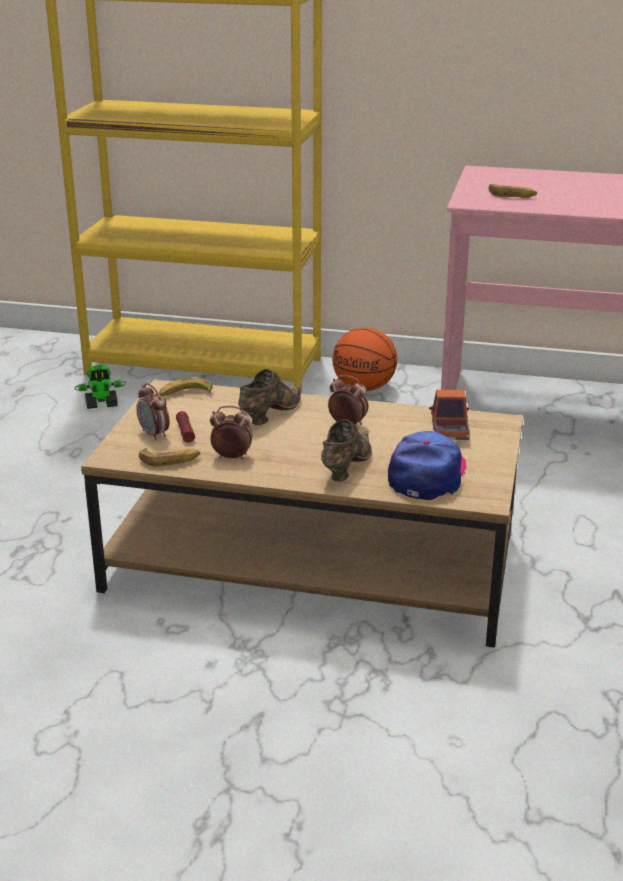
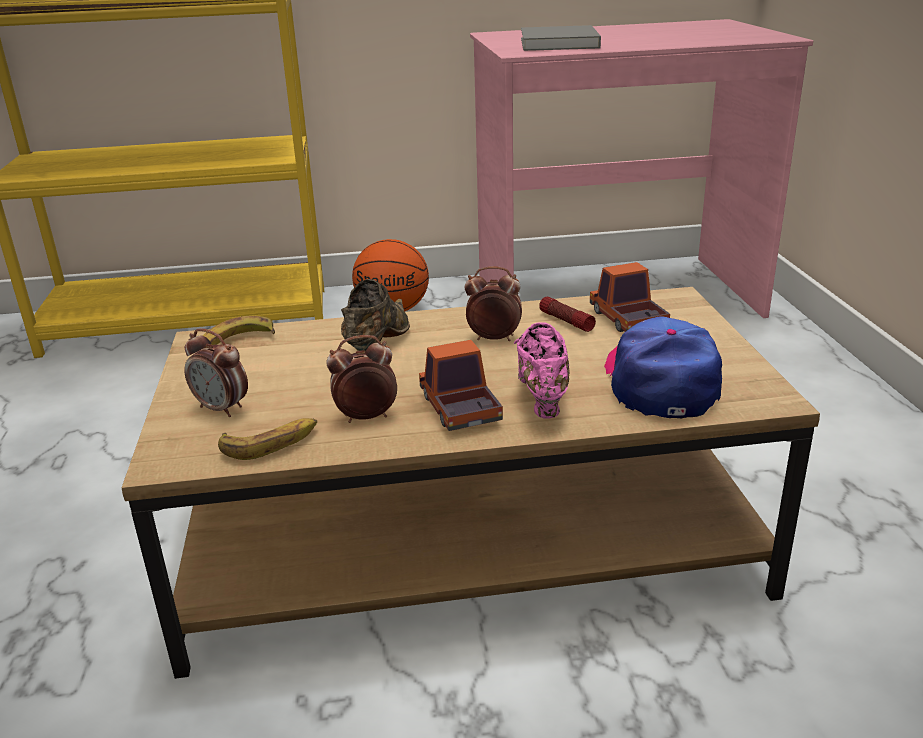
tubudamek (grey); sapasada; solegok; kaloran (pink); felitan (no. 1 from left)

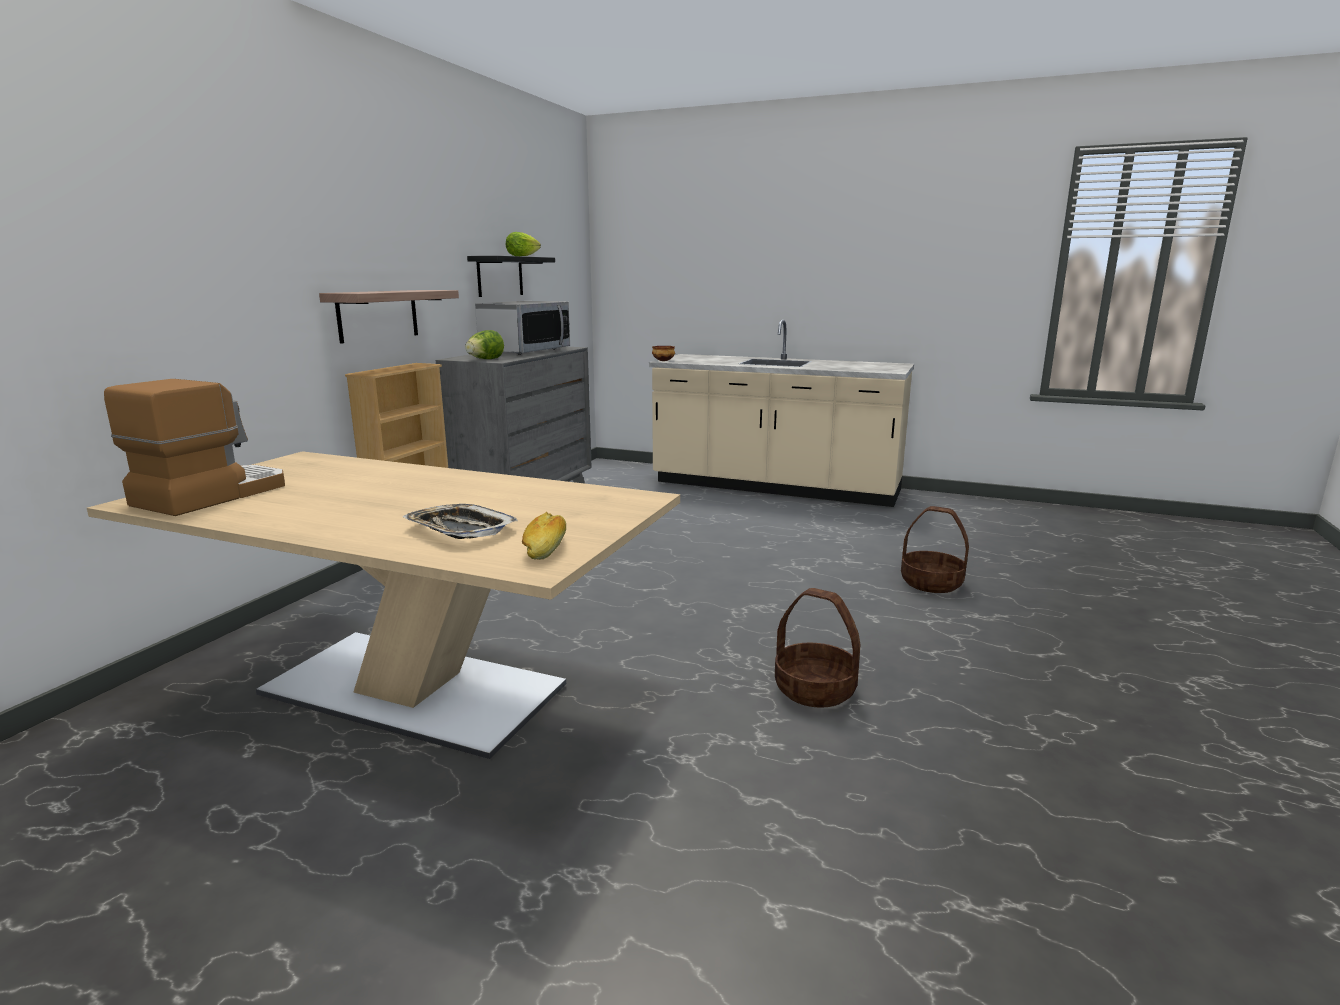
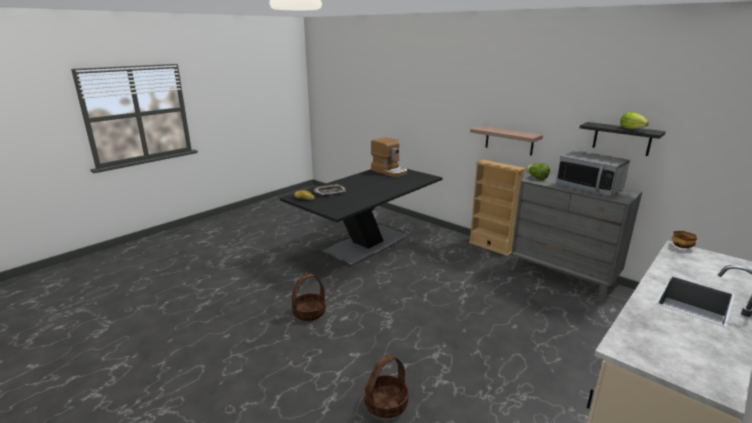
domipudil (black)

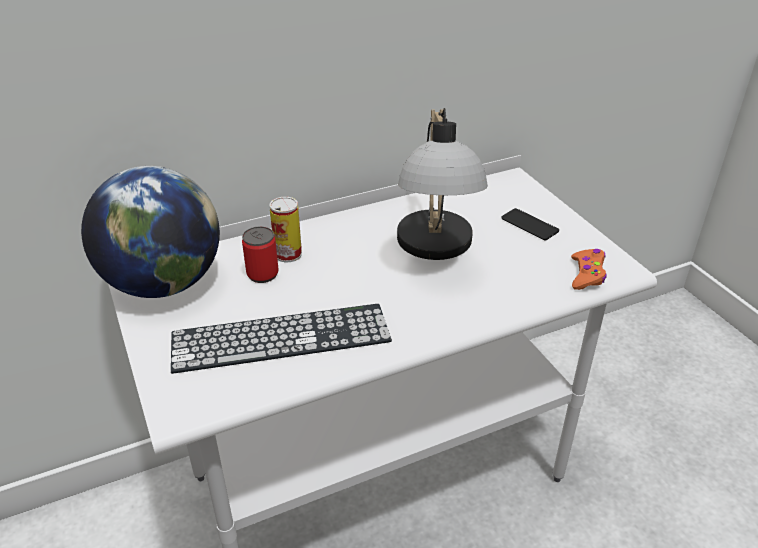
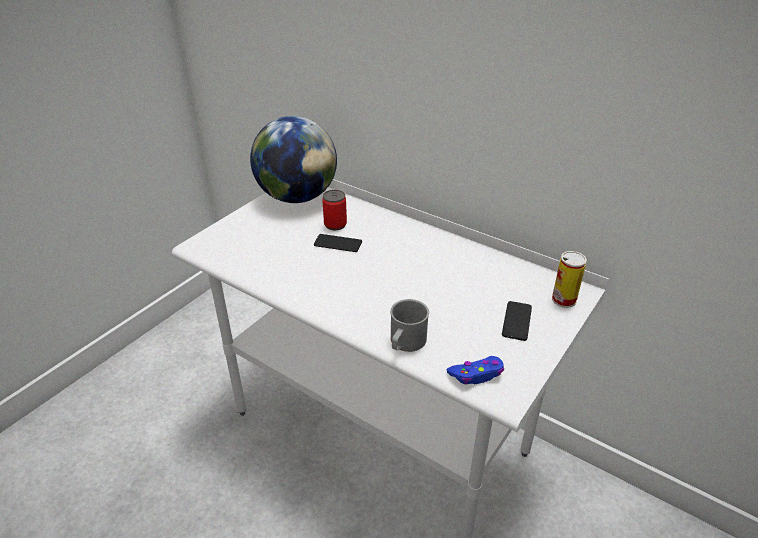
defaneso; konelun (no. 2 from left); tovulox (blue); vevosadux; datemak (no. 1 from left); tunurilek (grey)

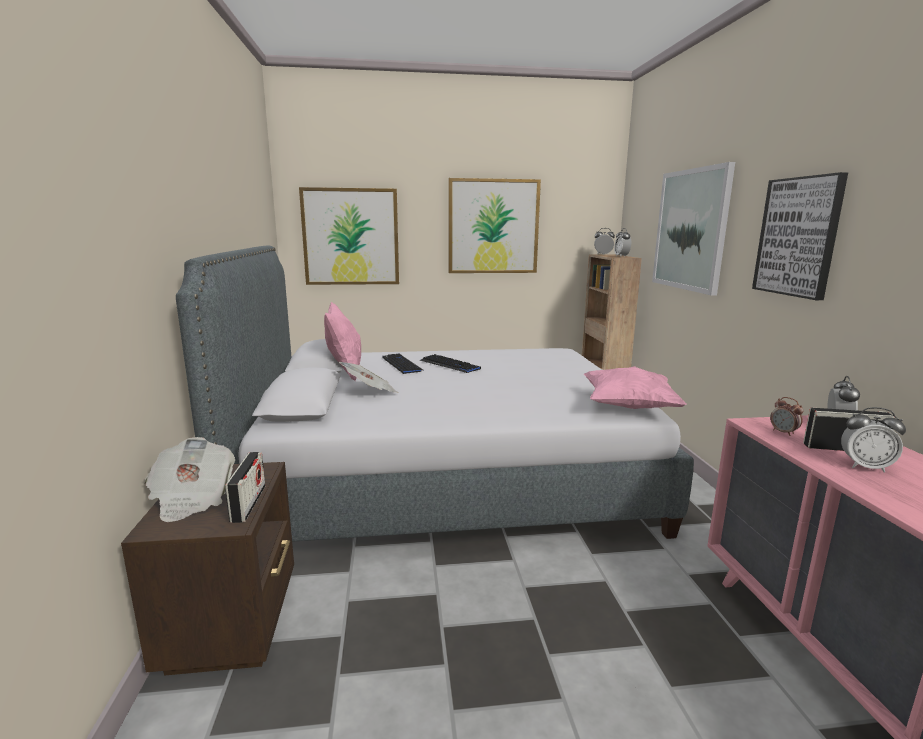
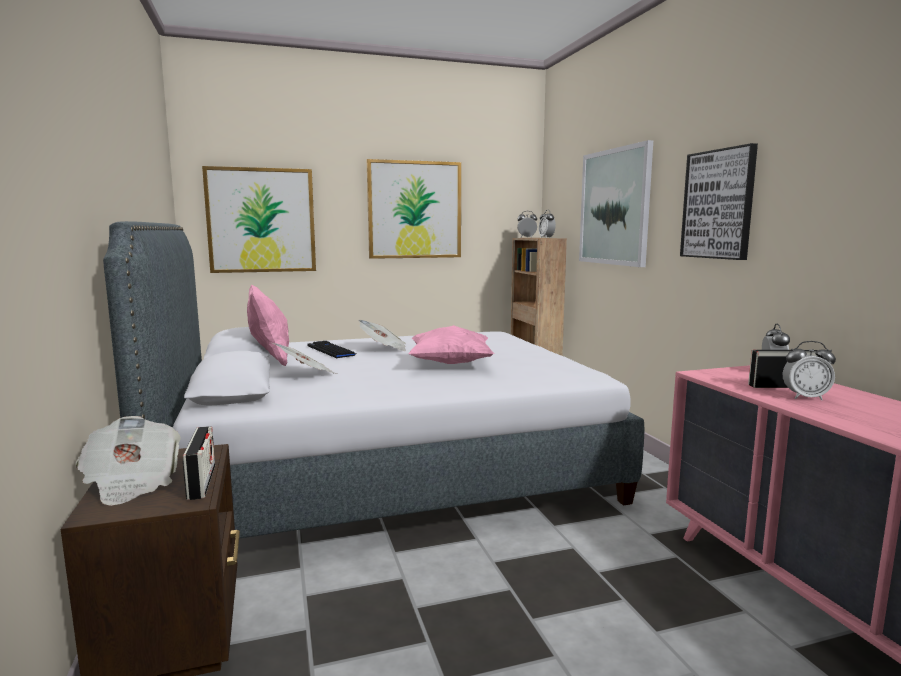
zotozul (no. 3 from left); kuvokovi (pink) (no. 2 from left); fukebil (no. 3 from left in the first image)

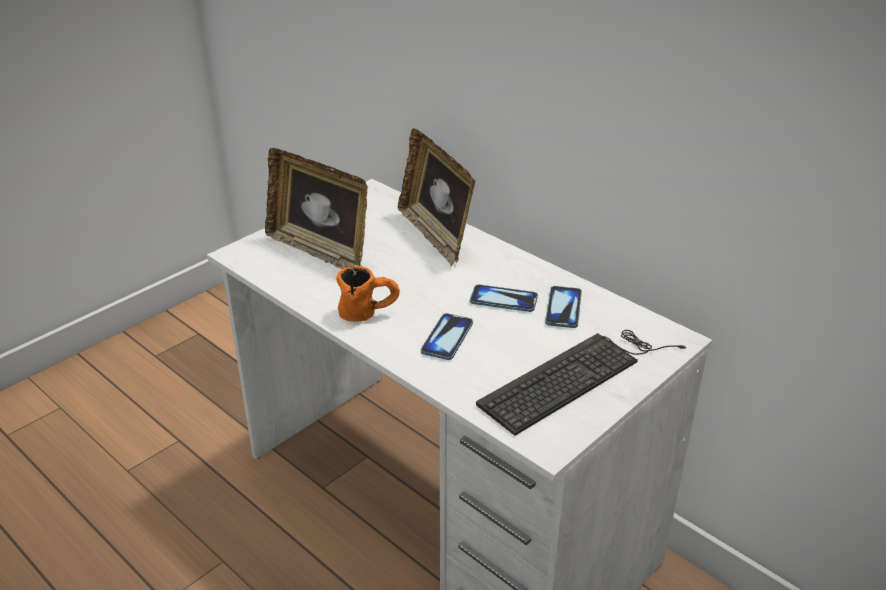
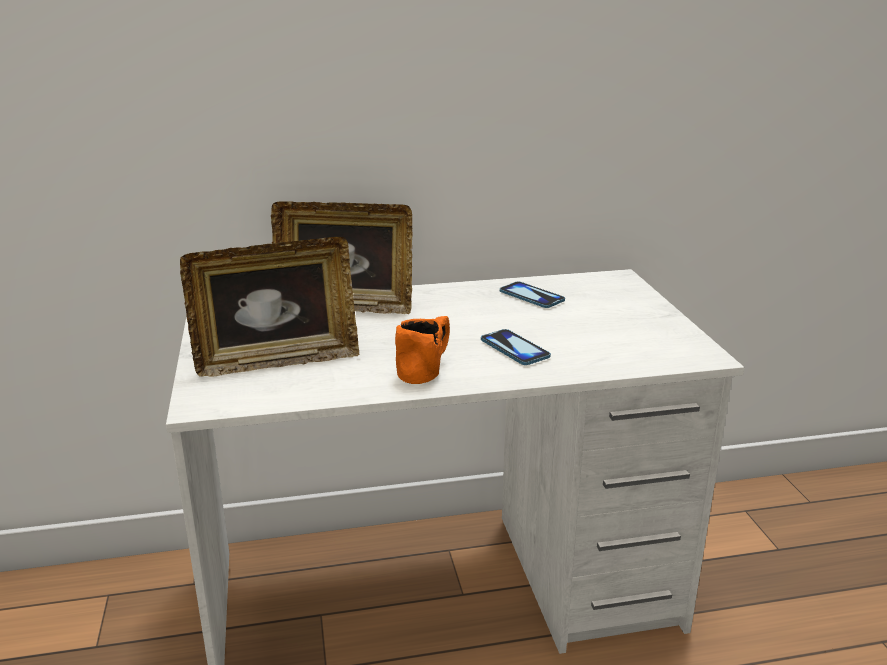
datemak (no. 2 from left in the first image); vevosadux

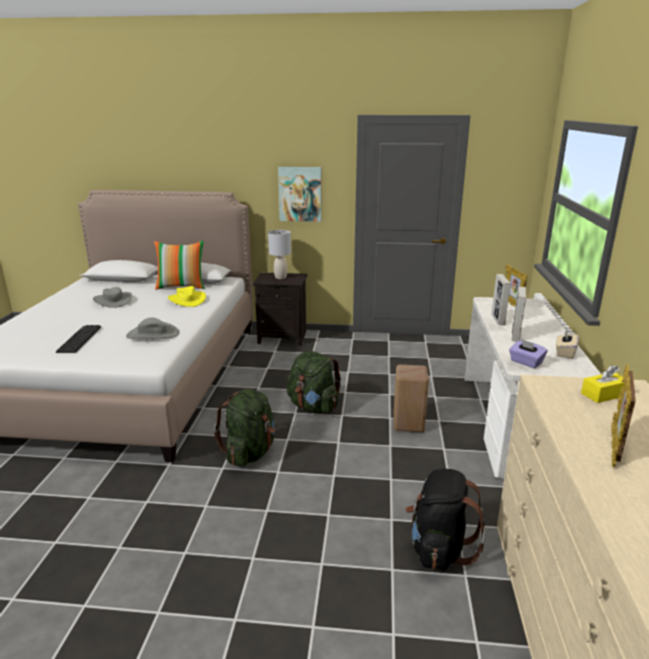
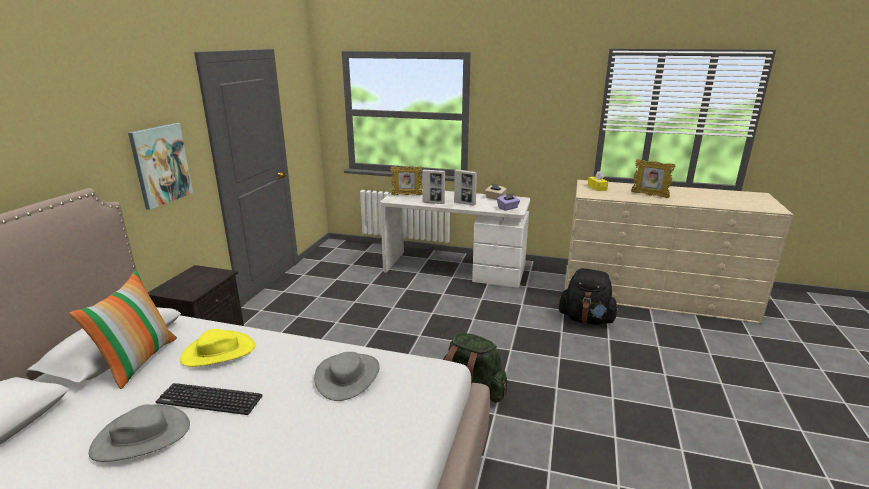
defaneso (grey); vevosadux; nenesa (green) (no. 2 from left in the first image); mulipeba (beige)

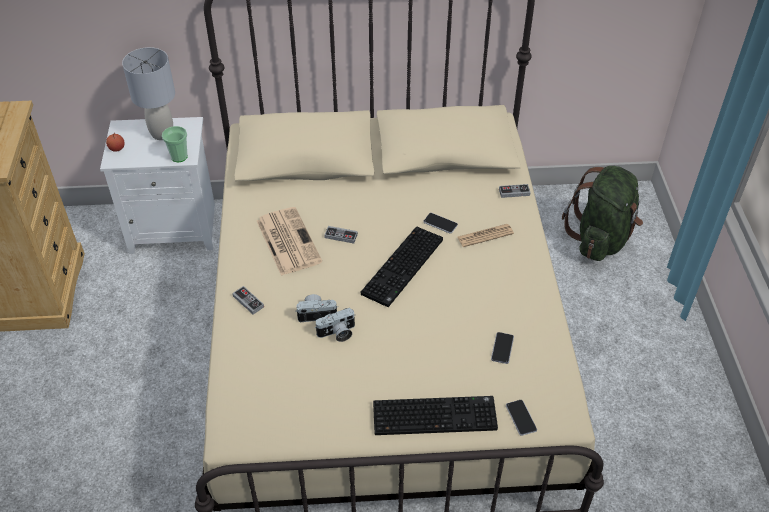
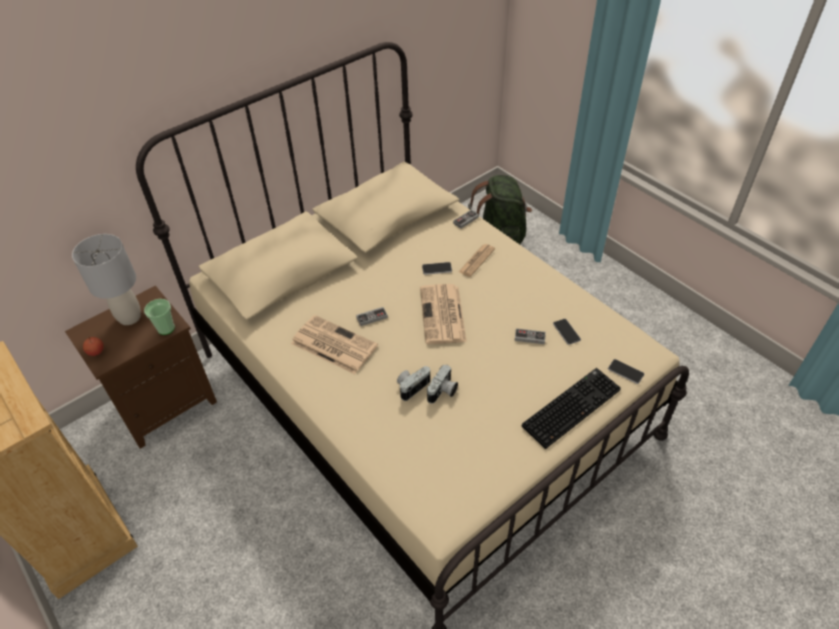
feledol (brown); zotozul (no. 2 from left); tovulox (no. 3 from left)

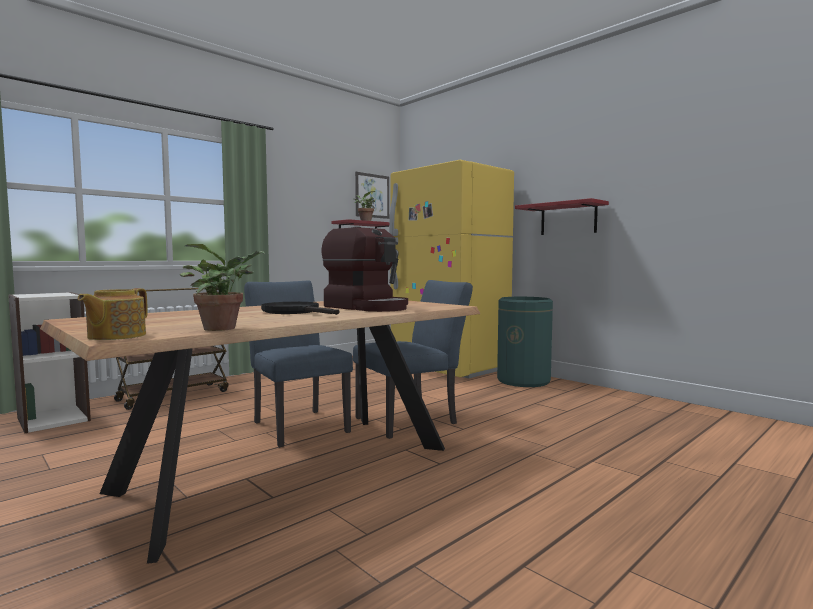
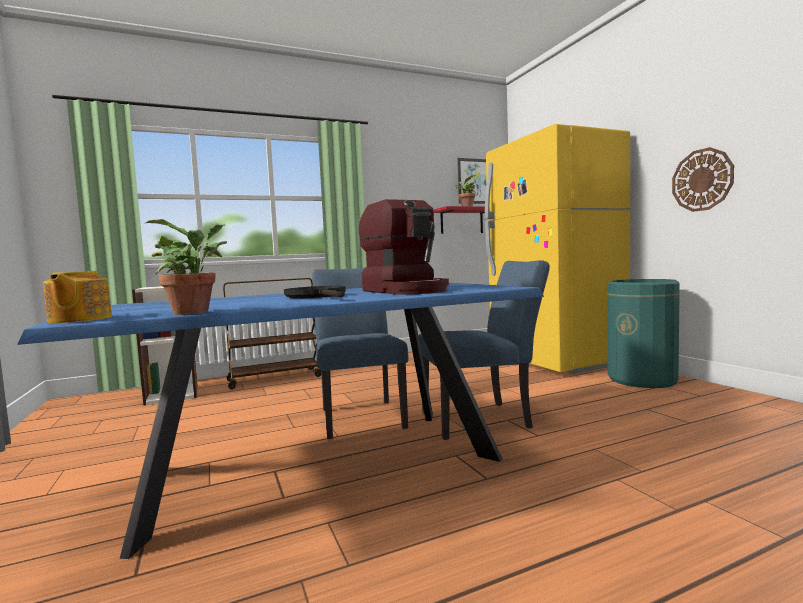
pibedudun; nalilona; domipudil (blue)

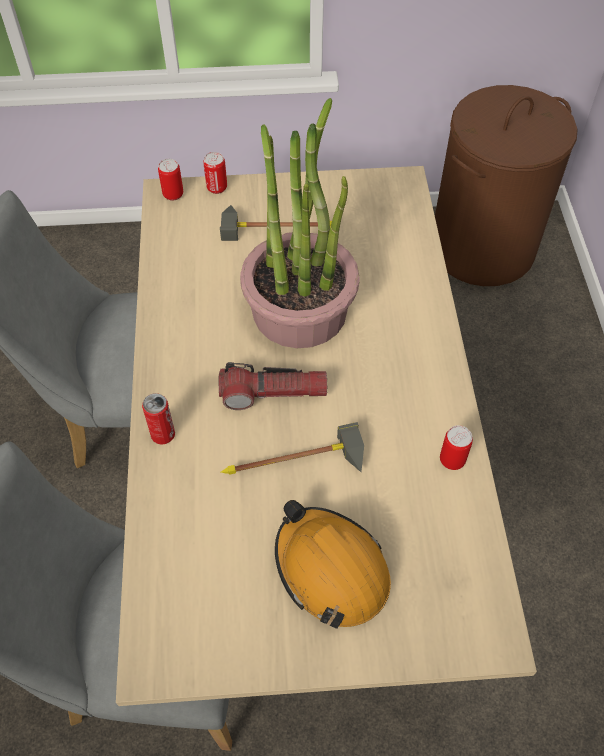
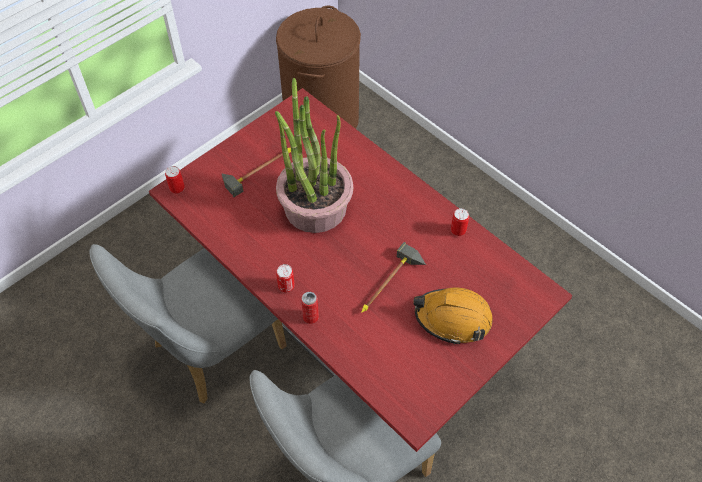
konelun (no. 2 from left); domipudil (red); solegok

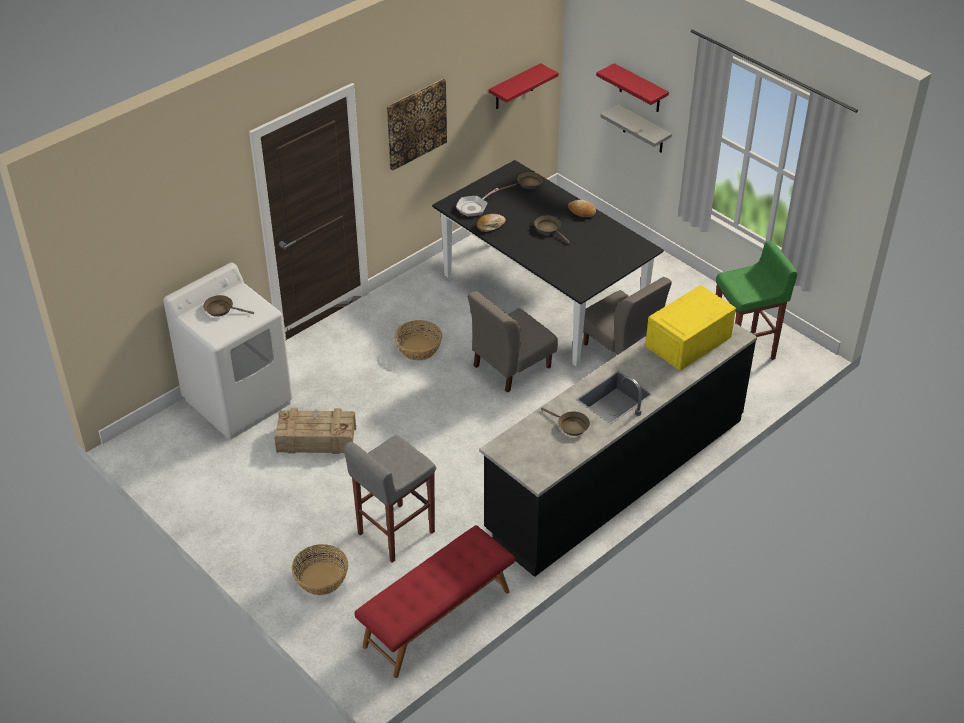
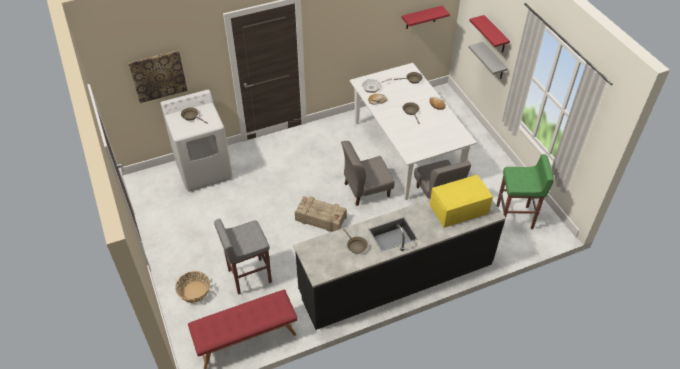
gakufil; domipudil (white); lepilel (no. 2 from left in the first image); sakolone

